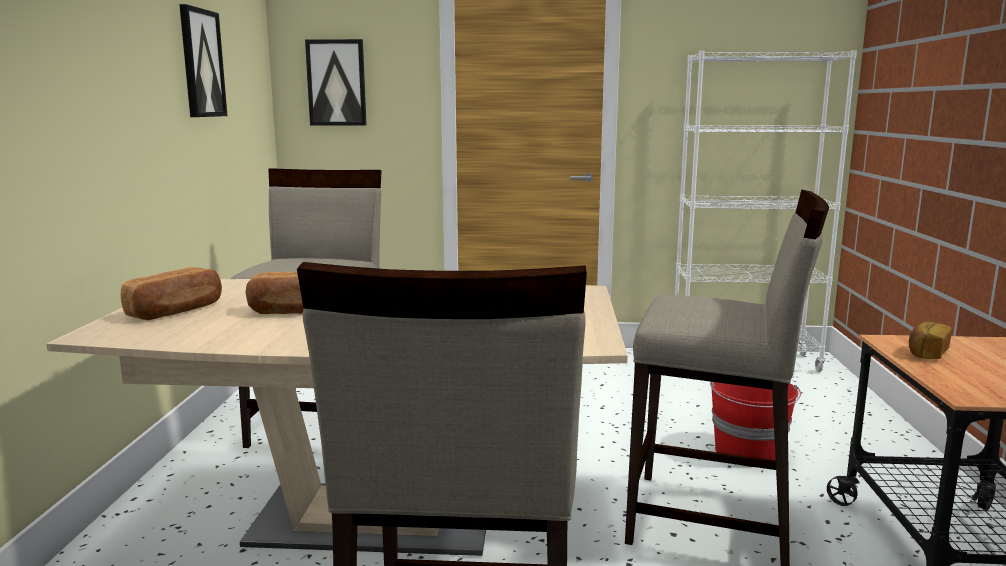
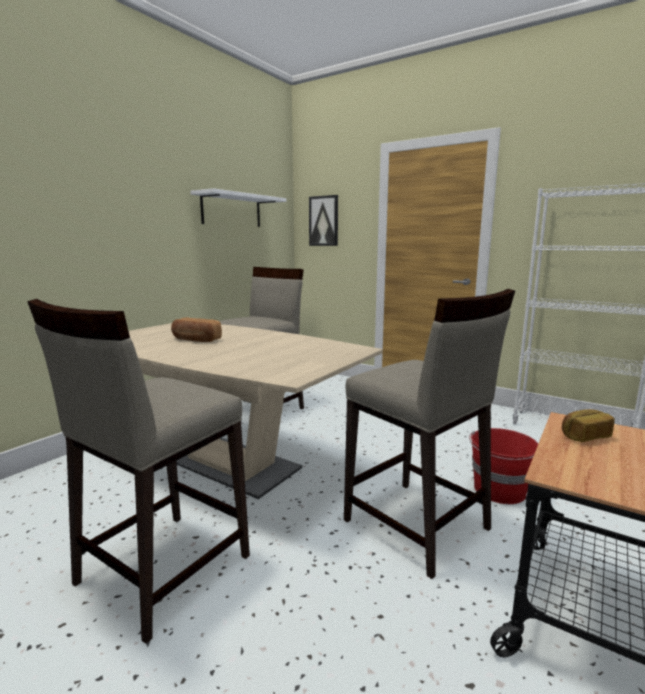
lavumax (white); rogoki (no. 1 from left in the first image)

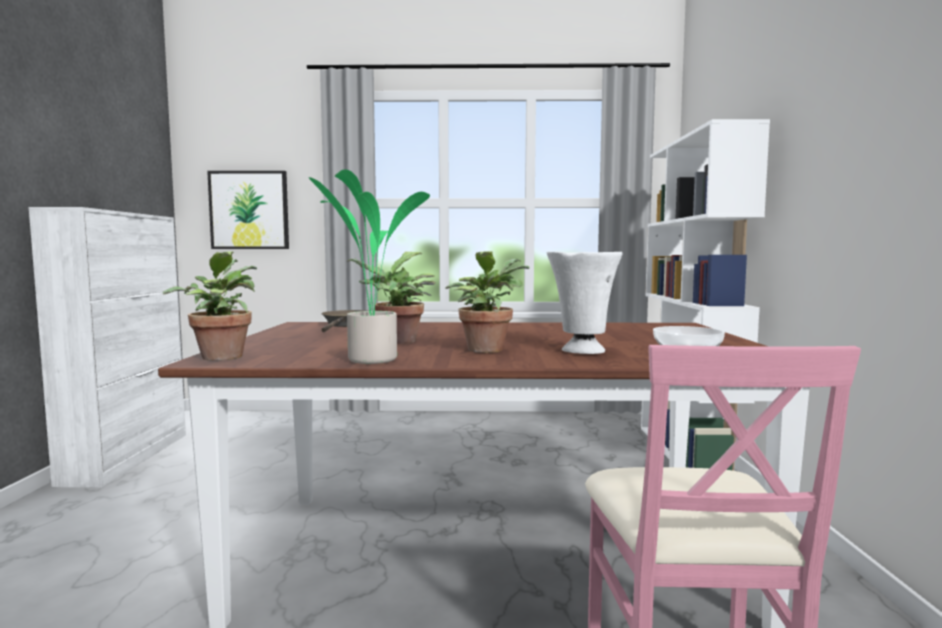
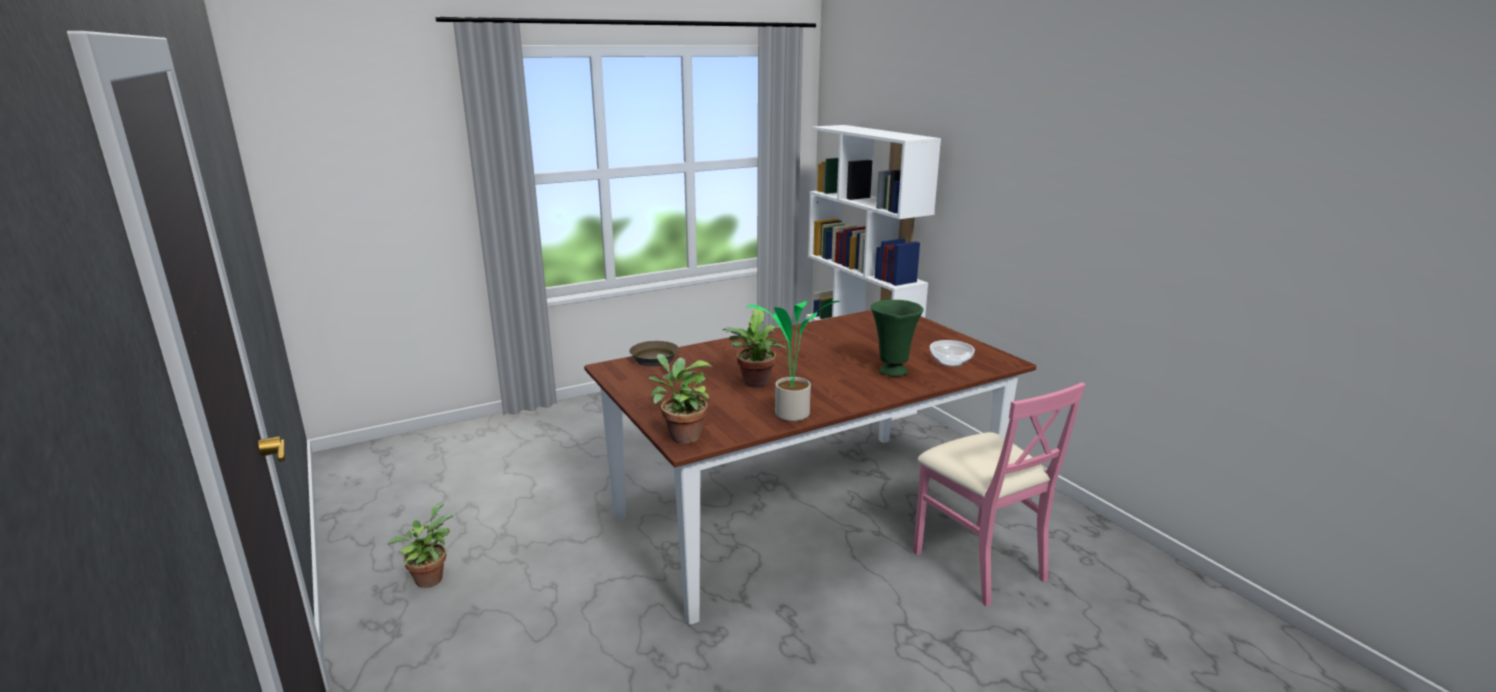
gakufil; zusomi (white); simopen (no. 1 from left); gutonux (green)

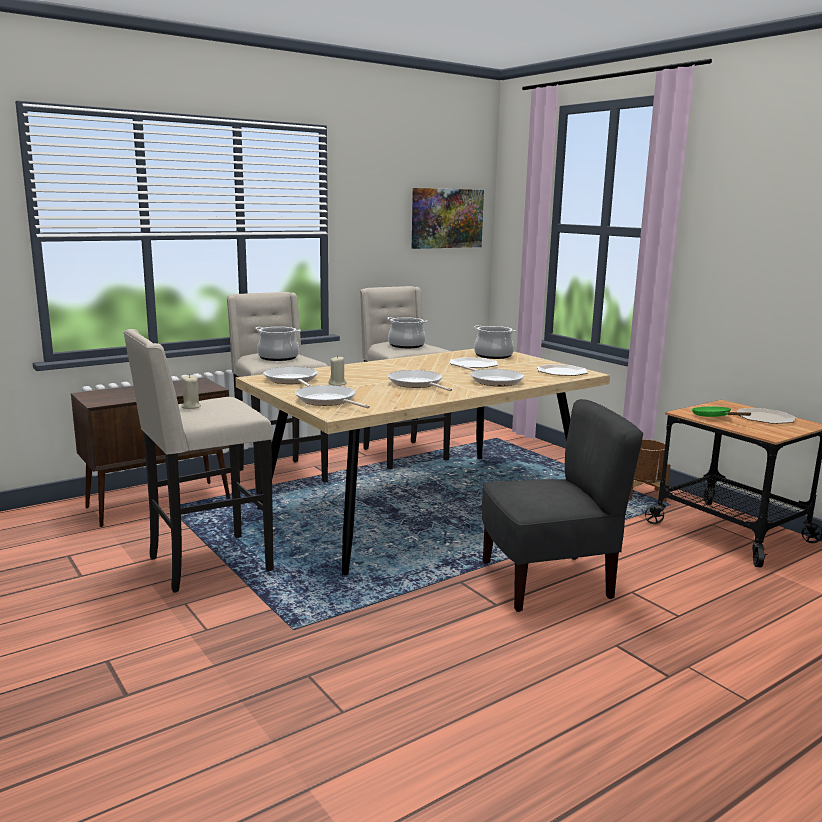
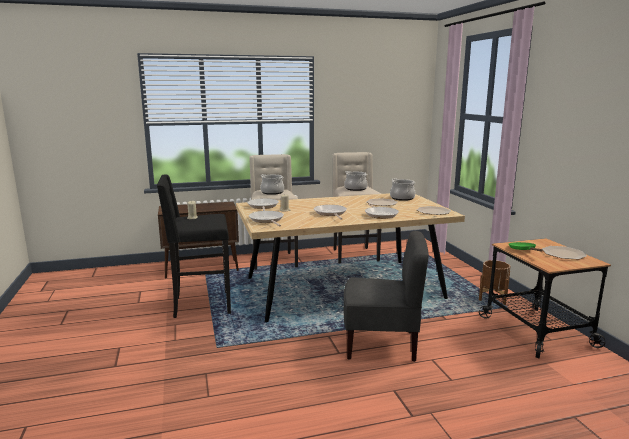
gakufil; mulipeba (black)

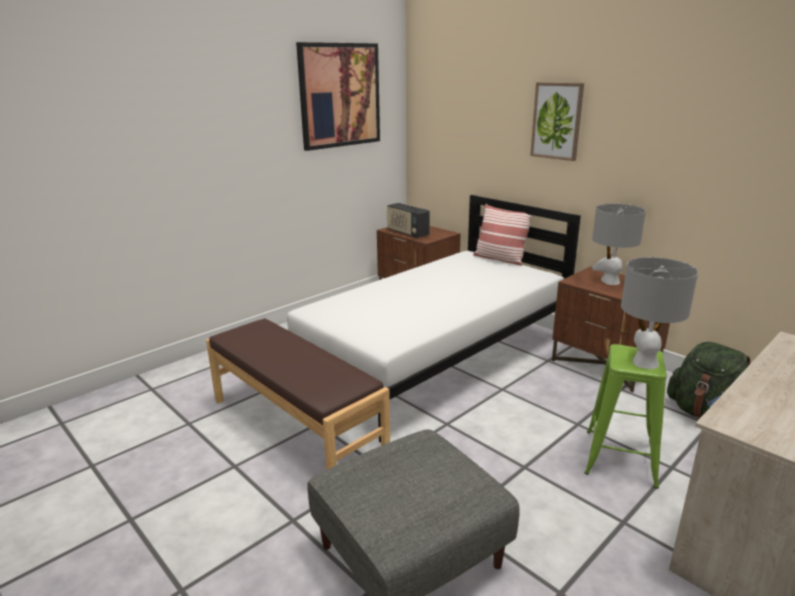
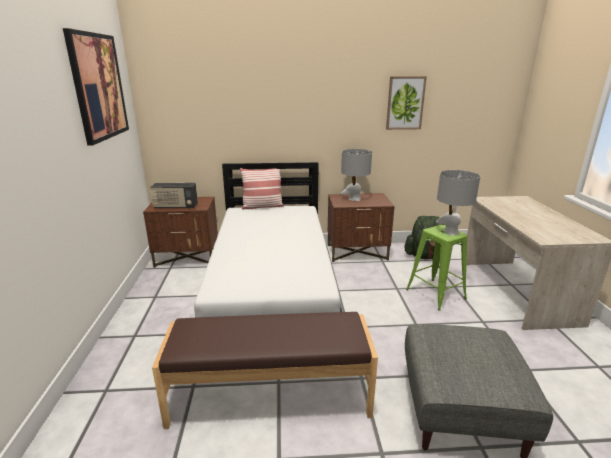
gakufil (no. 2 from left)

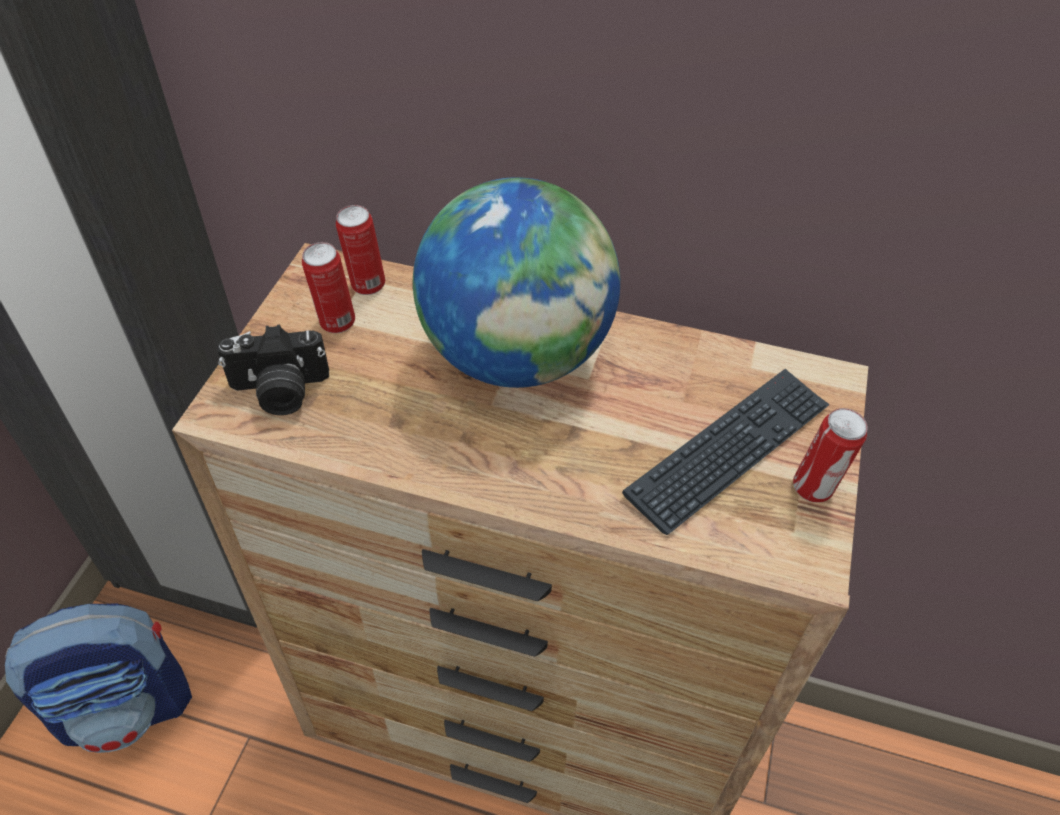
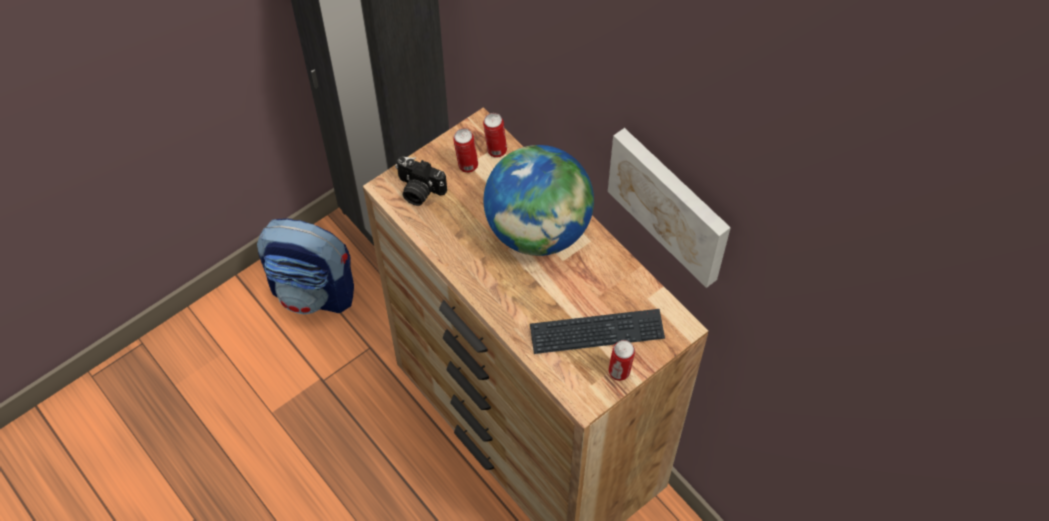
gakufil

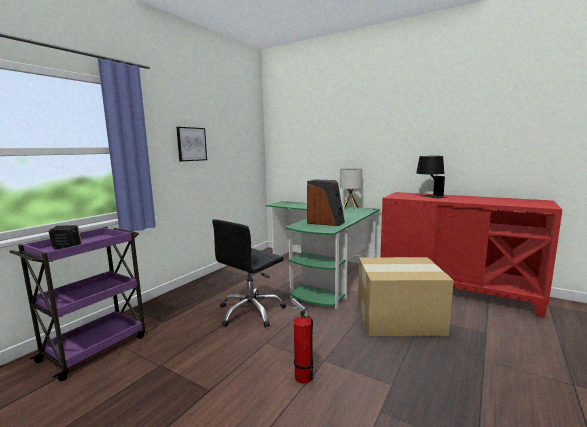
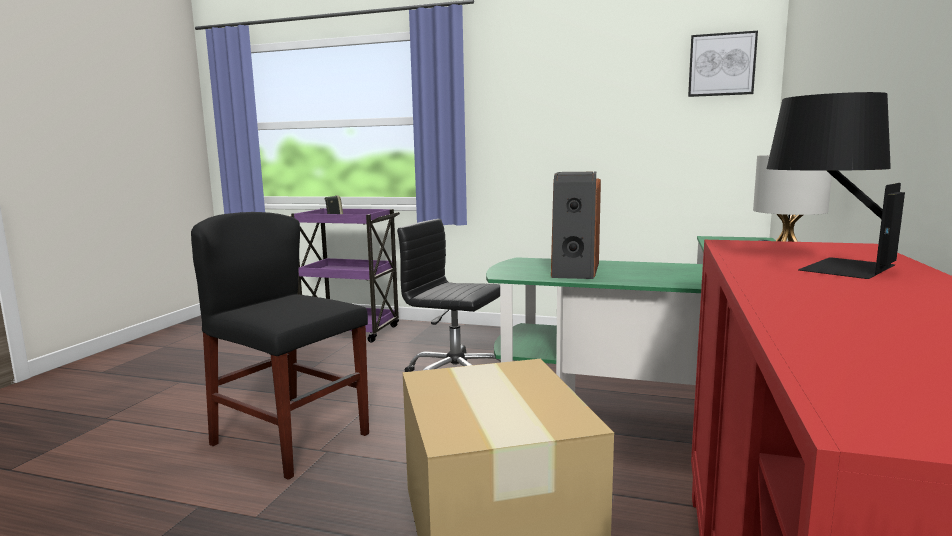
gakufil; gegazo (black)

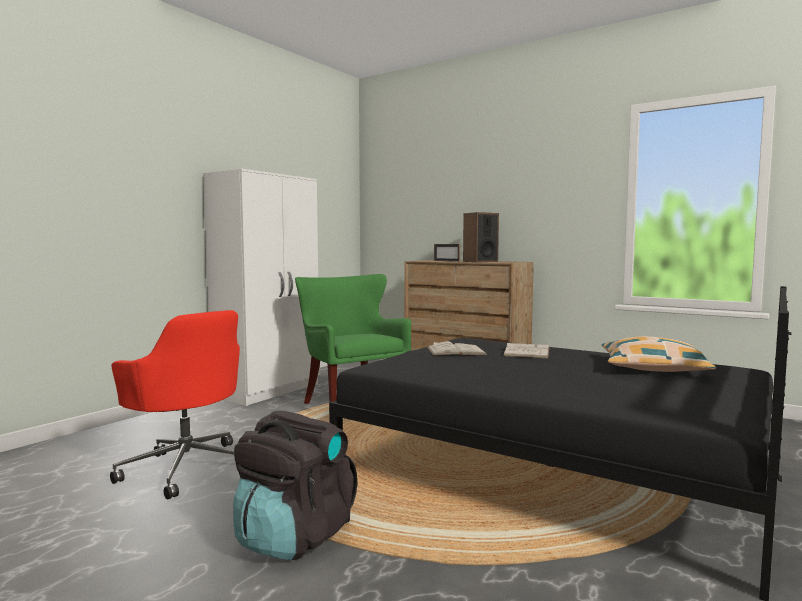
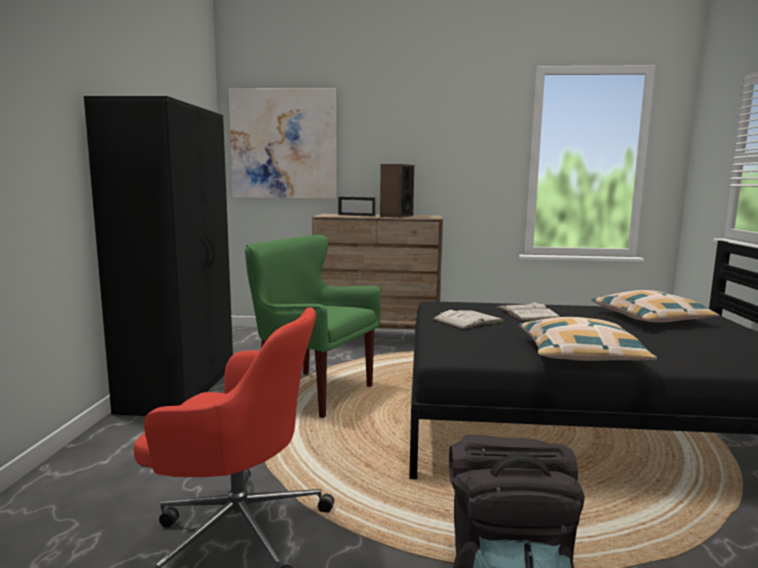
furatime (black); gakufil; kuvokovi (no. 1 from left)

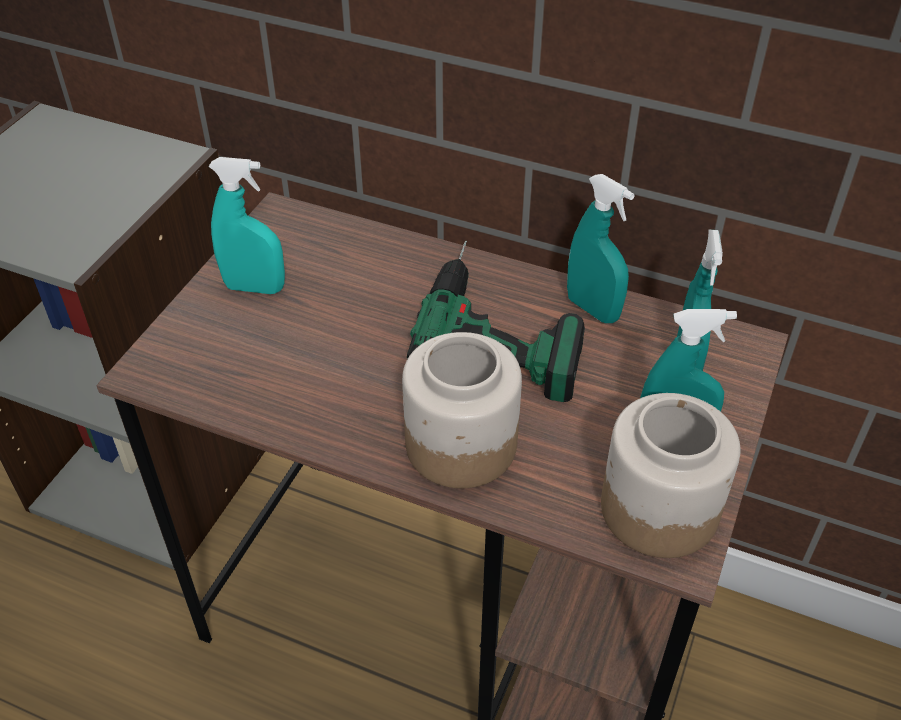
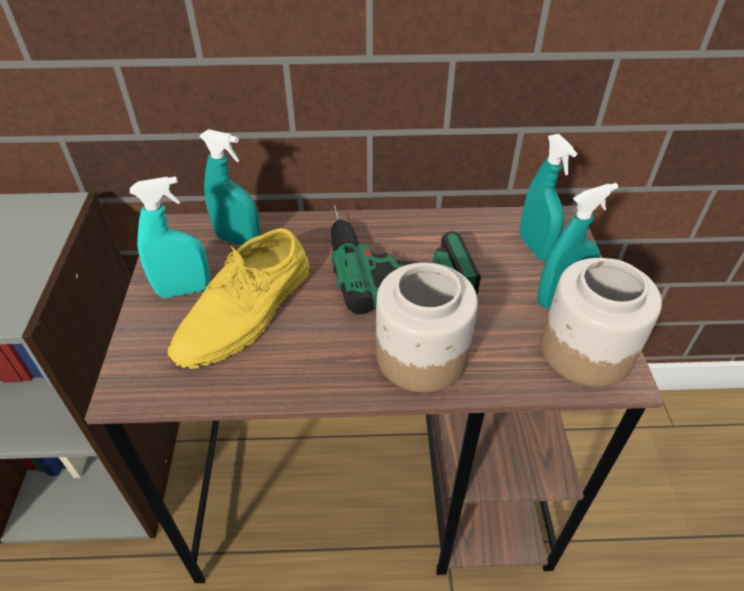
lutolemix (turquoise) (no. 2 from left); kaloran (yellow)

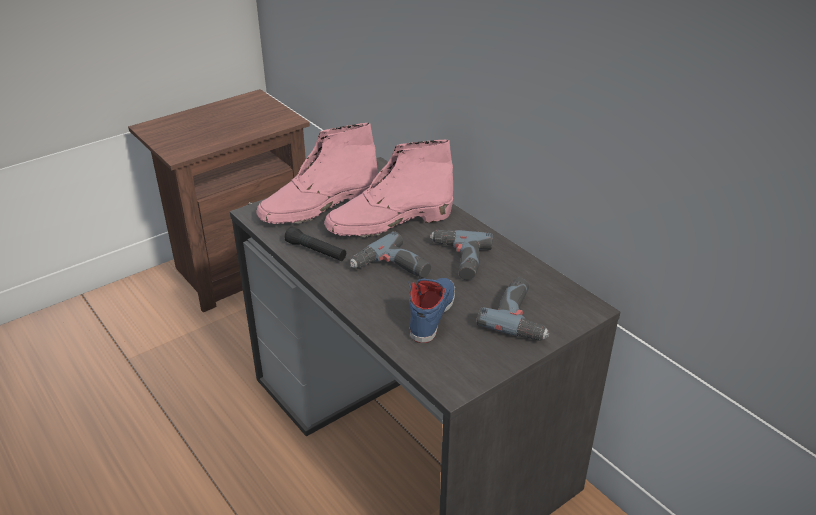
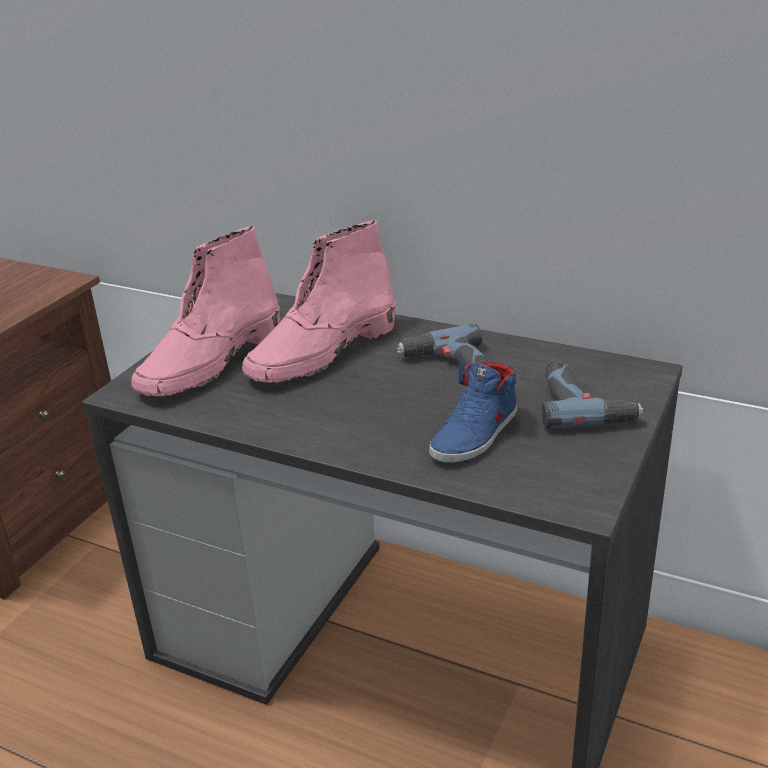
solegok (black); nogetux (no. 1 from left in the first image); kaloran (blue)

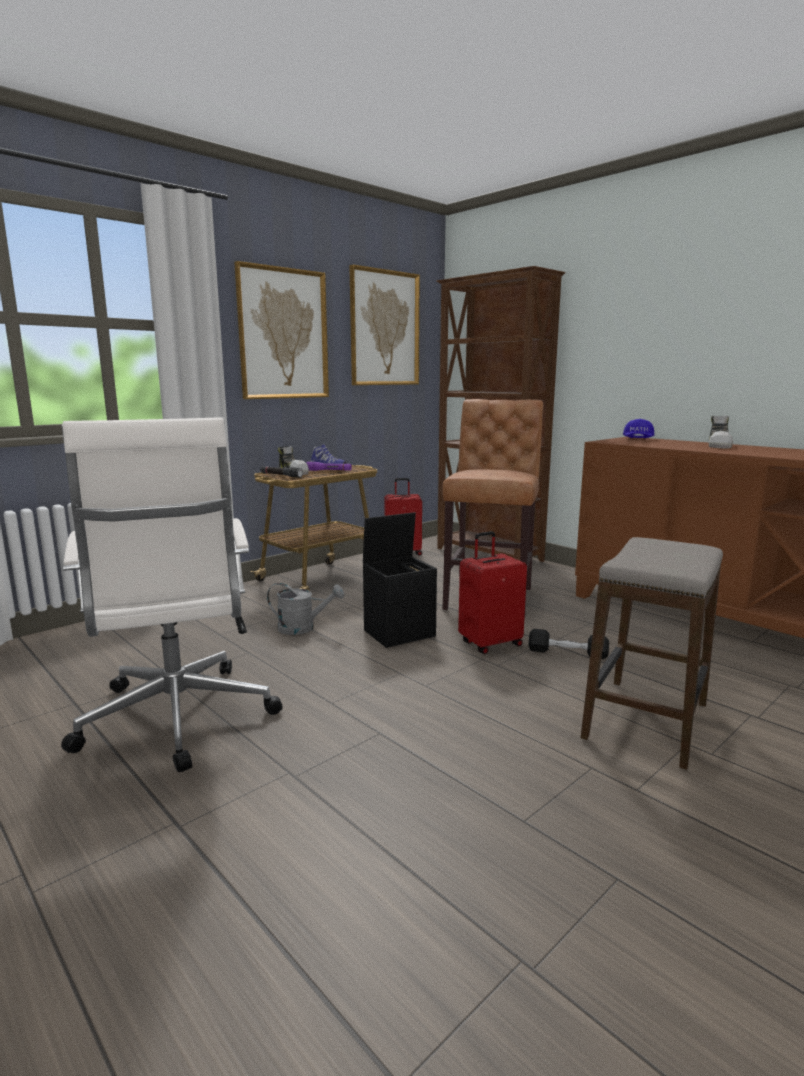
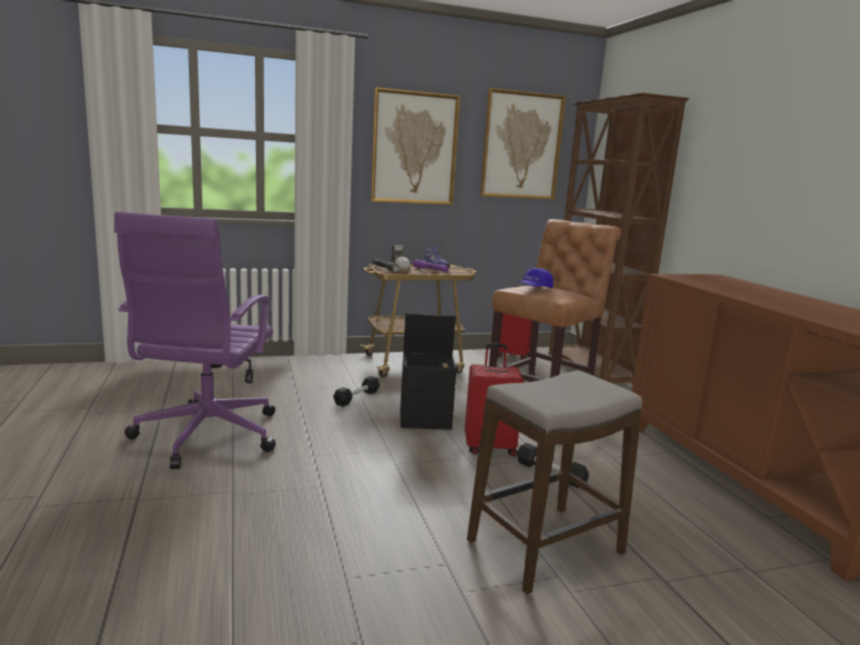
kaloran (no. 3 from left in the first image); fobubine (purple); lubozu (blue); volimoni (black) (no. 1 from left)

